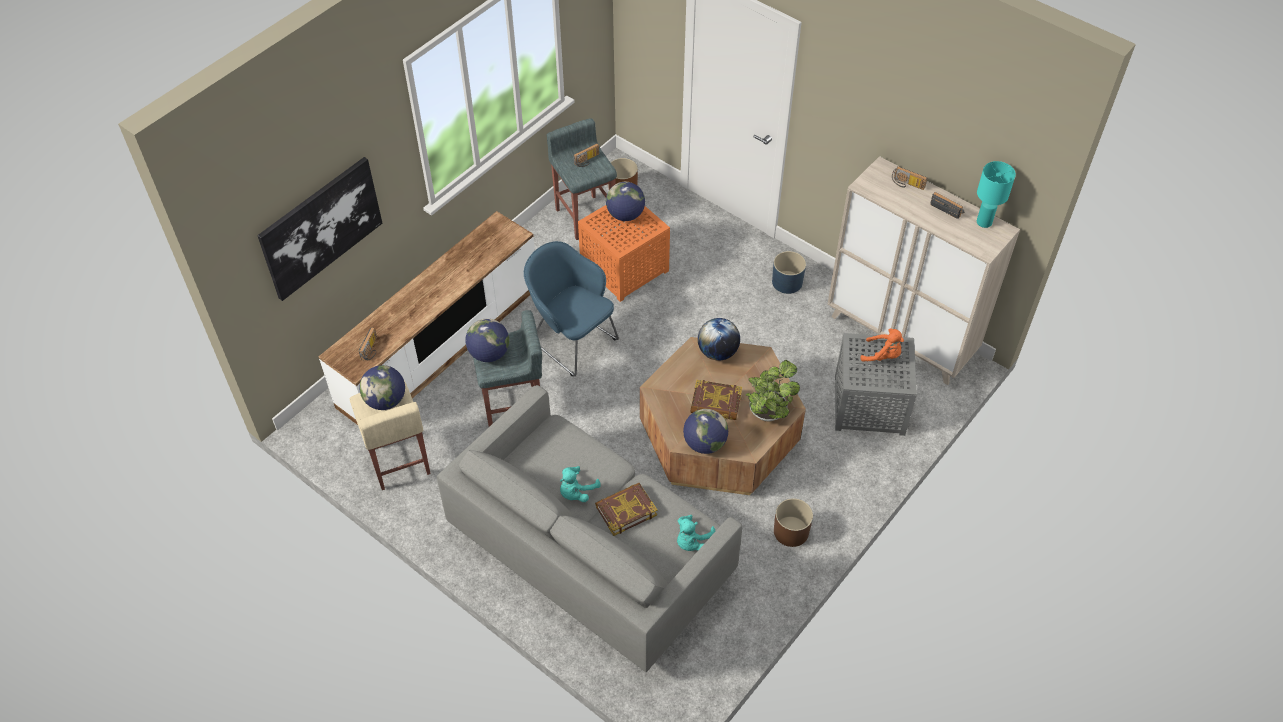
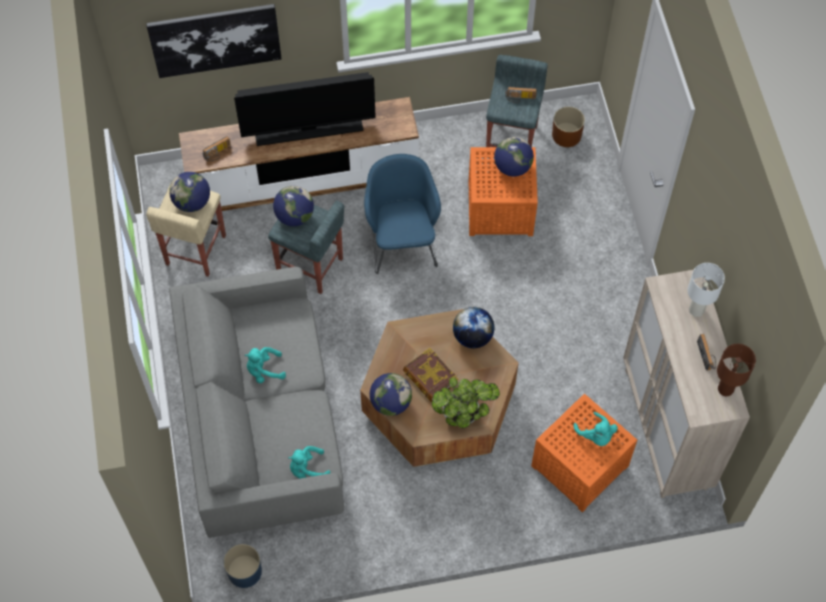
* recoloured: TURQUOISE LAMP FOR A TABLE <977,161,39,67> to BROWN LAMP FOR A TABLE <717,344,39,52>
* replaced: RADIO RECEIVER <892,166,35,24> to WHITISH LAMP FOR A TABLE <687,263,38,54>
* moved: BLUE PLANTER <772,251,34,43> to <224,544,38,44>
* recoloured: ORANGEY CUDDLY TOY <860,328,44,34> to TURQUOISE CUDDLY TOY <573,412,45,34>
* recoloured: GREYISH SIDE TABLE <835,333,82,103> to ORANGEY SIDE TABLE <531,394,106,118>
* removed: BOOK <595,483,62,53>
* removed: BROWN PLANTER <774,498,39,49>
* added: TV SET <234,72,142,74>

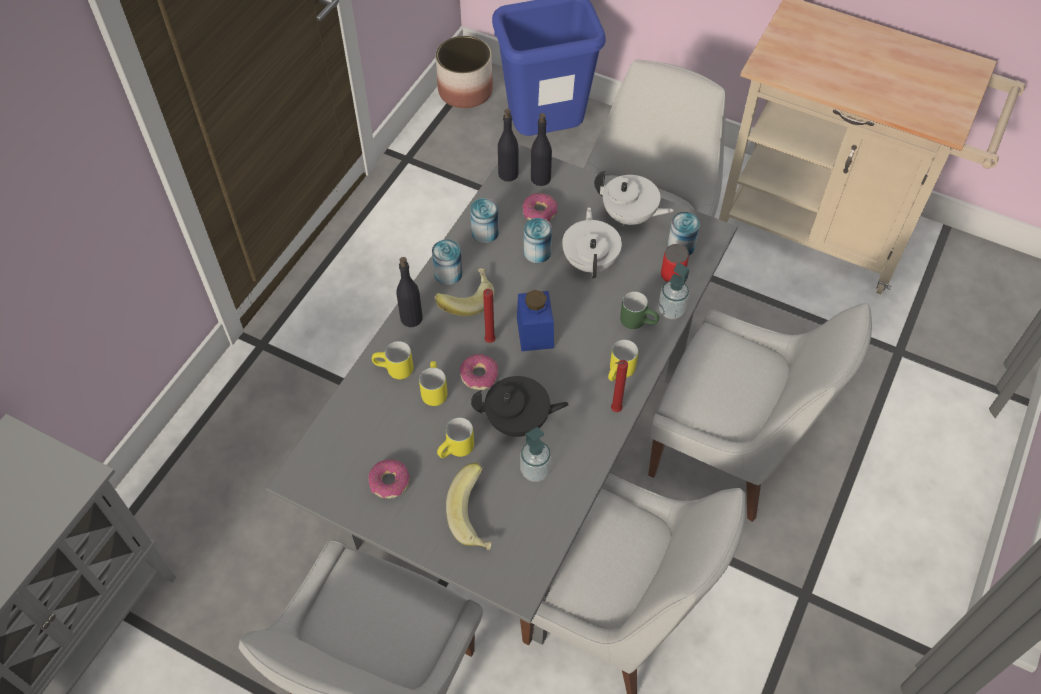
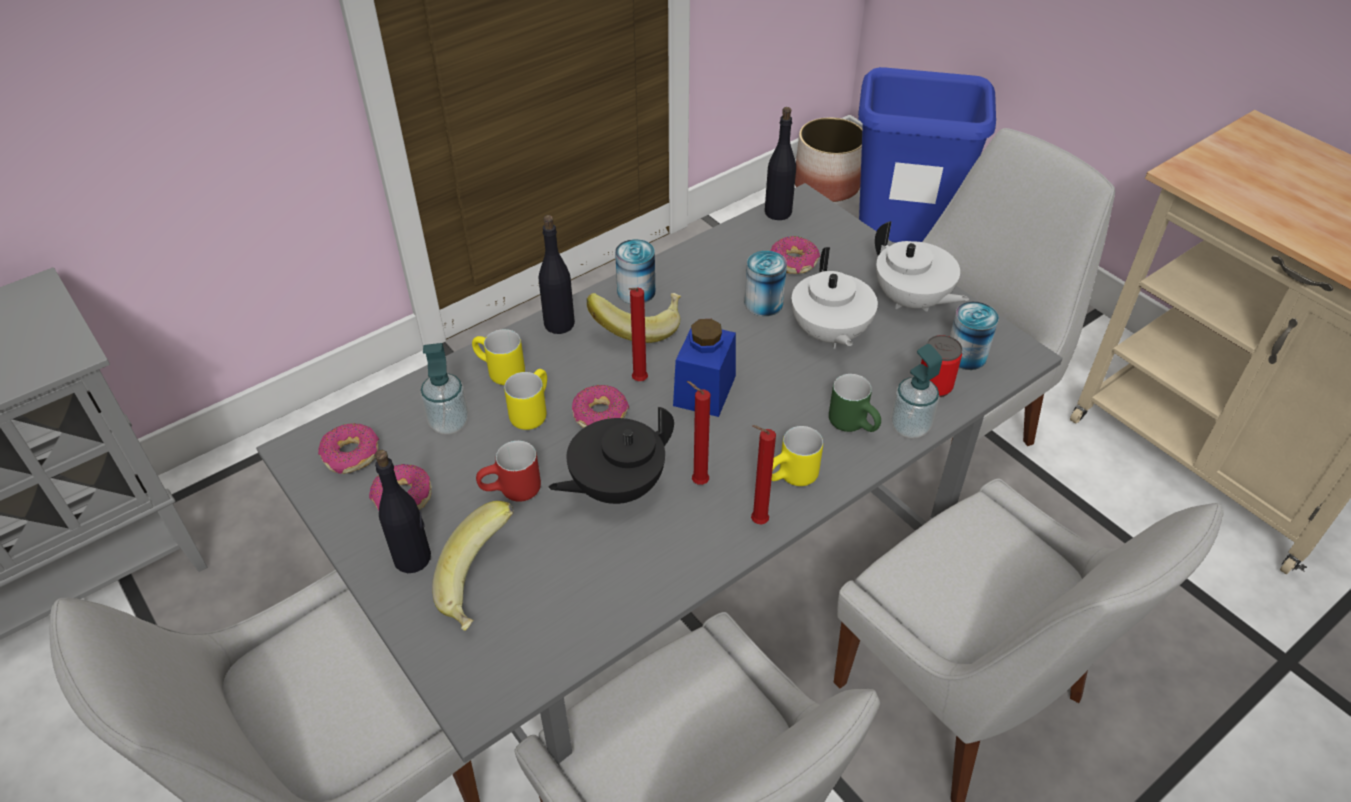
* moved: BLACK-COLOURED BEVERAGE BOTTLE <531,113,21,73> to <375,450,56,123>
* removed: SEALED CAN <470,198,29,45>
* turned: WHITISH TEAPOT <562,207,60,72> = <791,247,87,101> 150 degrees clockwise
* turned: BLACK-COLOURED TEAPOT <471,376,98,61> = <548,407,126,97> 120 degrees clockwise
* recoloured: YELLOW-COLOURED TEA MUG <437,418,37,40> to REDDISH TEA MUG <476,441,65,61>
* moved: LIQUID SOAP BOTTLE <520,427,31,55> to <420,343,49,92>
* added: REDDISH CANDLE <687,381,23,104>
* added: DOUGHNUT <318,423,61,51>

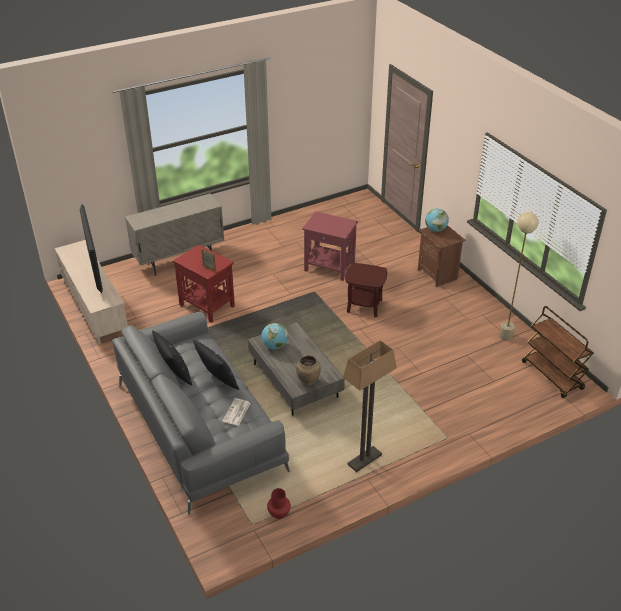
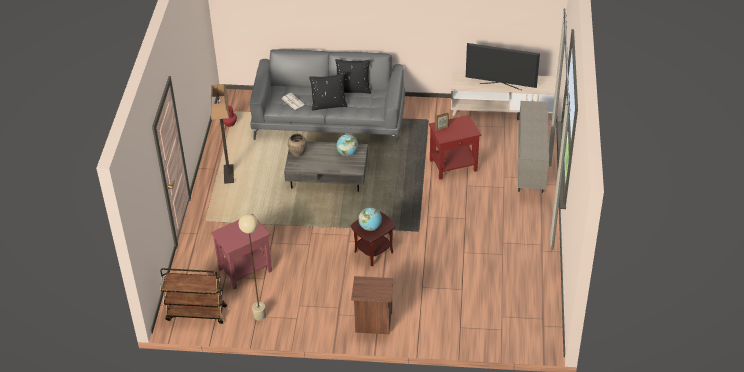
* moved: WORLD GLOBE <425,208,24,24> to <359,208,23,23>
* moved: REDDISH SIDE TABLE <302,211,56,70> to <211,214,61,75>

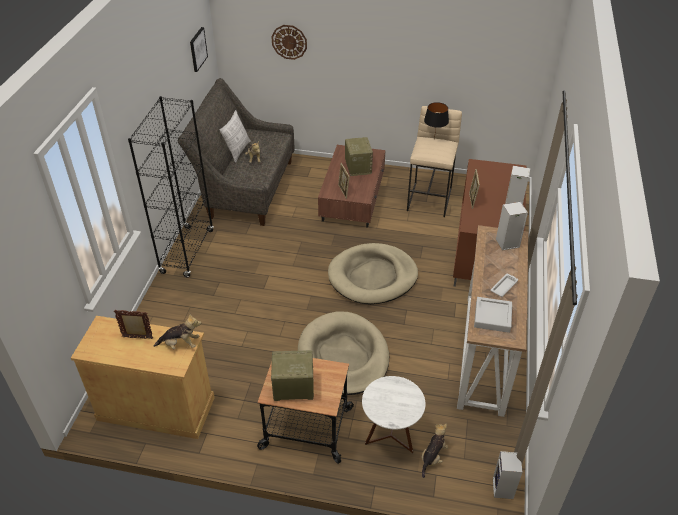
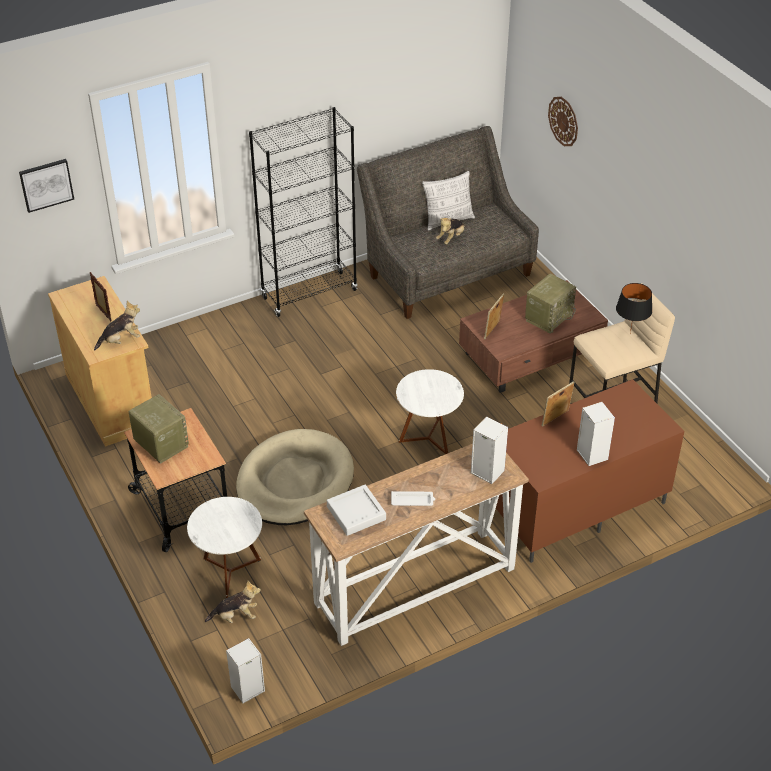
* moved: PICTURE <190,27,18,45> to <19,159,55,54>
* replaced: BEIGE PET BED <328,243,90,61> to WHITISH SIDE TABLE <396,369,68,85>
* turned: CUDDLY TOY <154,314,47,35> = <94,301,46,50> 75 degrees counterclockwise

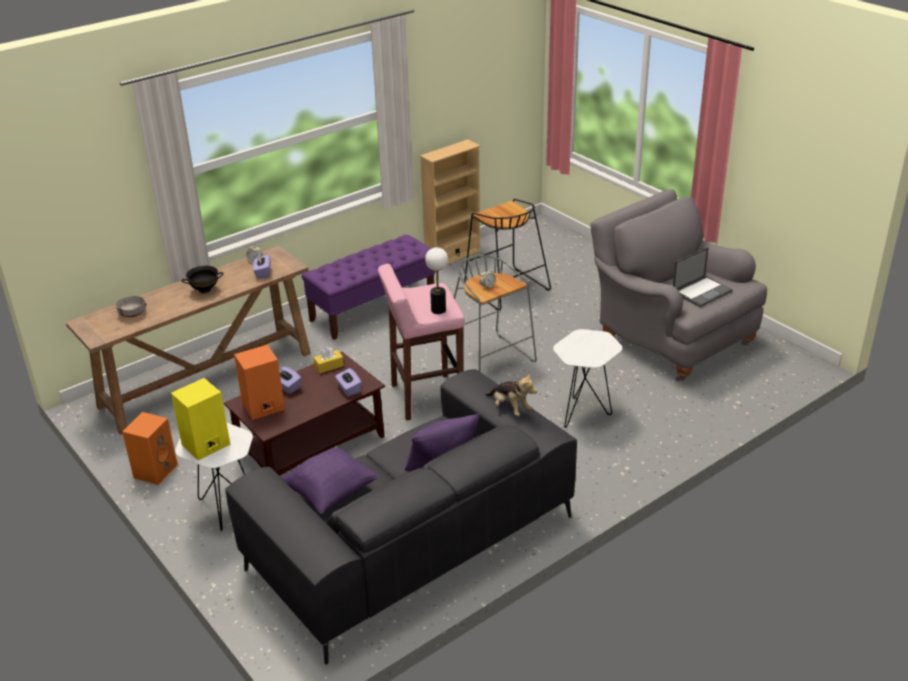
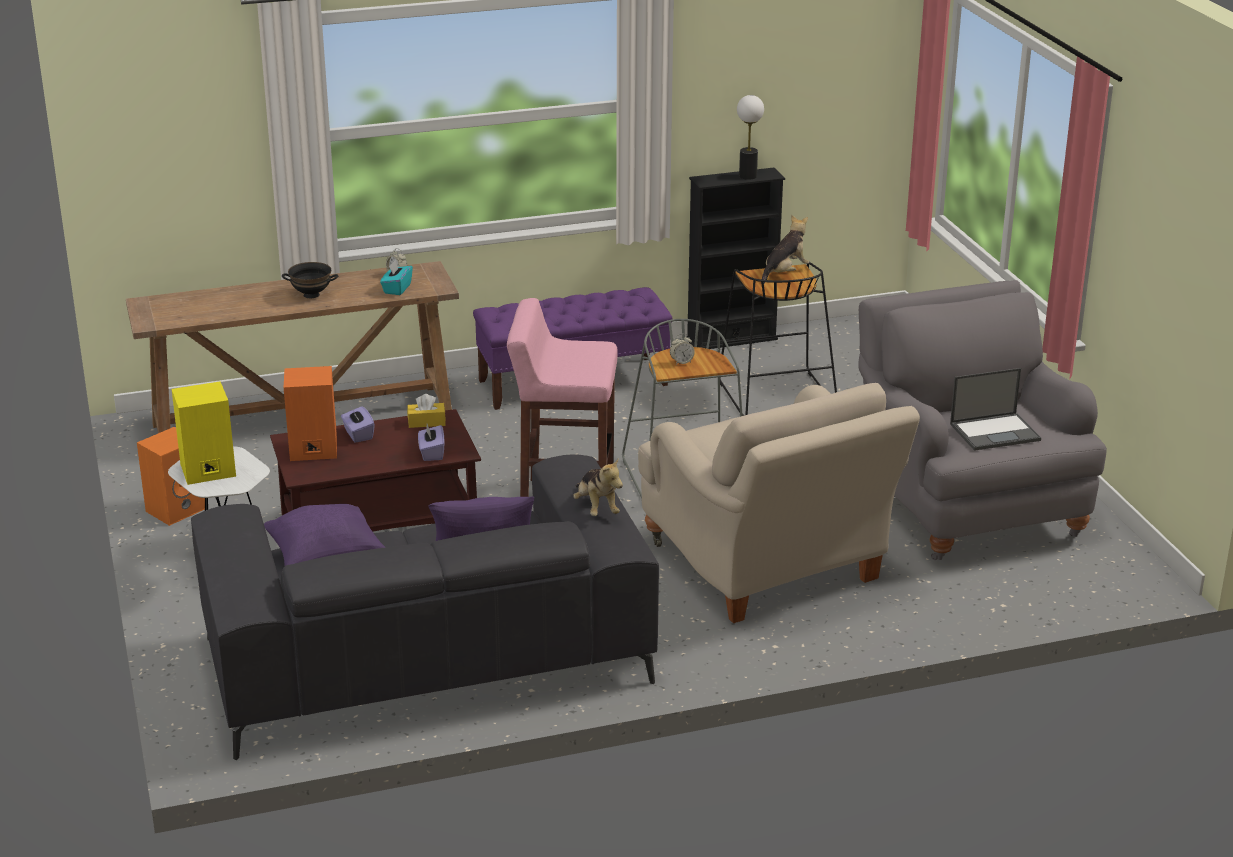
* recoloured: BEIGE BOOKCASE <420,139,62,126> to BLACK-COLOURED BOOKCASE <687,168,98,181>
* moved: LAMP FOR A TABLE <425,247,23,67> to <737,95,27,85>
* recoloured: PURPLE BOX OF TISSUES <253,254,18,24> to TURQUOISE BOX OF TISSUES <380,260,33,35>
* removed: GREYISH DEEP DISH <115,296,32,21>
* replaced: WHITISH SIDE TABLE <553,329,69,99> to BEIGE EASY CHAIR <638,383,282,240>
* added: CUDDLY TOY <762,215,48,68>

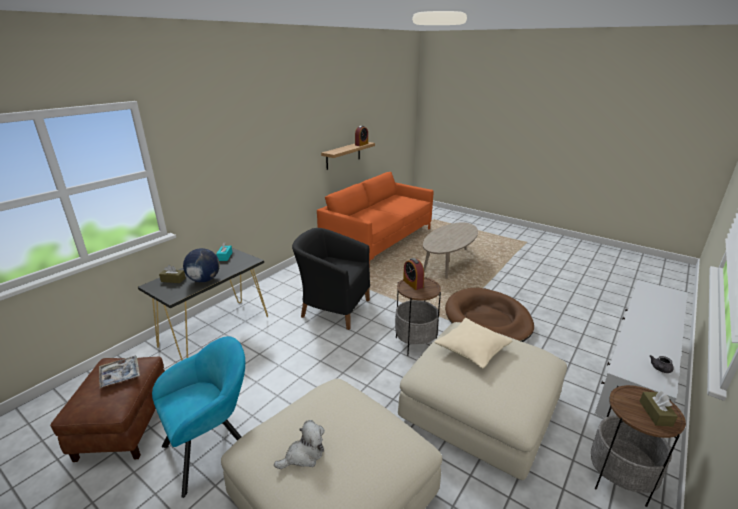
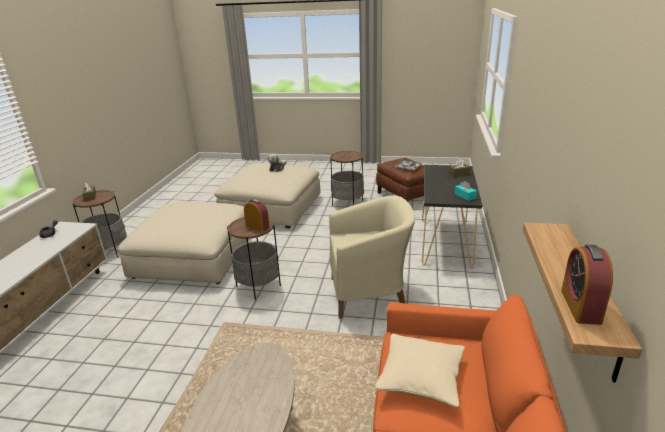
* recoloured: BLACK-COLOURED EASY CHAIR <292,228,78,102> to BEIGE EASY CHAIR <329,195,86,124>
* removed: WORLD GLOBE <183,248,37,34>
* removed: BROWN PET BED <445,288,89,54>
* moved: BEIGE THROW PILLOW <434,318,78,51> to <375,334,90,73>
* replaced: TURQUOISE EASY CHAIR <152,336,93,162> to SIDE TABLE <330,151,34,56>

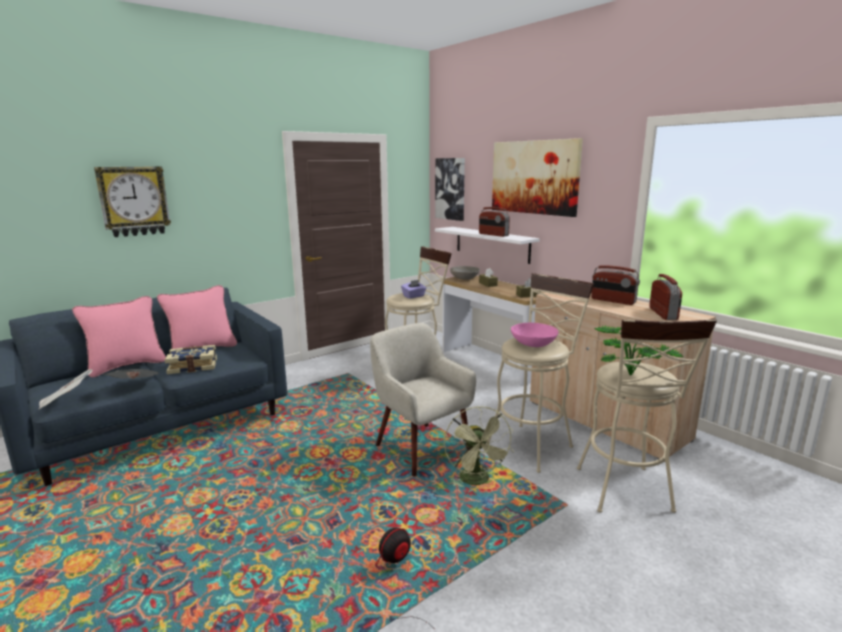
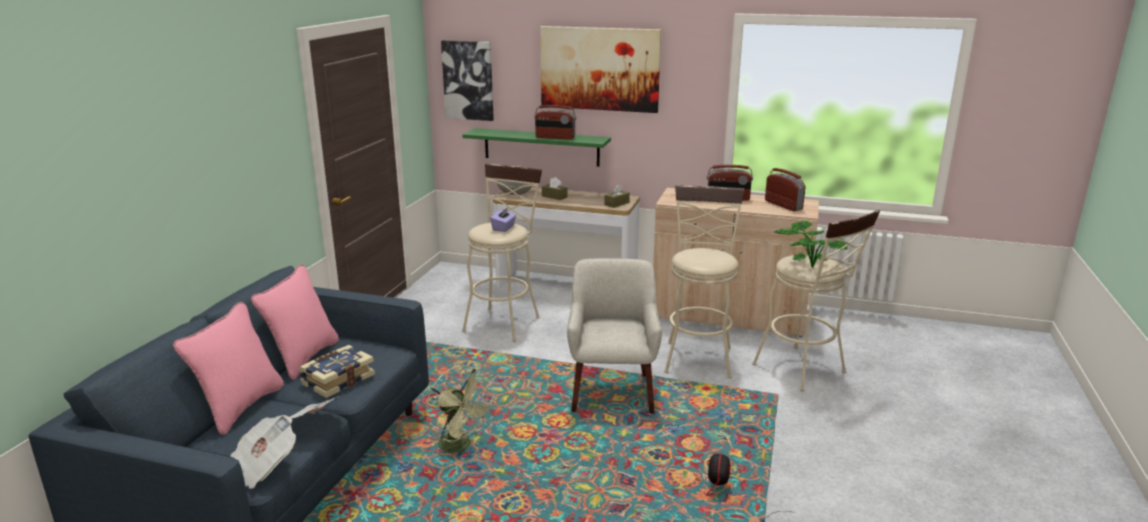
* removed: WALL CLOCK <94,166,77,71>
* recoloured: WHITISH WALL SHELF <435,227,105,37> to GREENISH WALL SHELF <462,128,149,39>
* turned: BEIGE EASY CHAIR <370,323,106,153> = <567,258,95,155> 75 degrees clockwise
* removed: PINK-COLOURED DEEP DISH <511,323,47,24>
* moved: GREENISH ELECTRIC FAN <444,406,70,79> to <426,366,70,87>

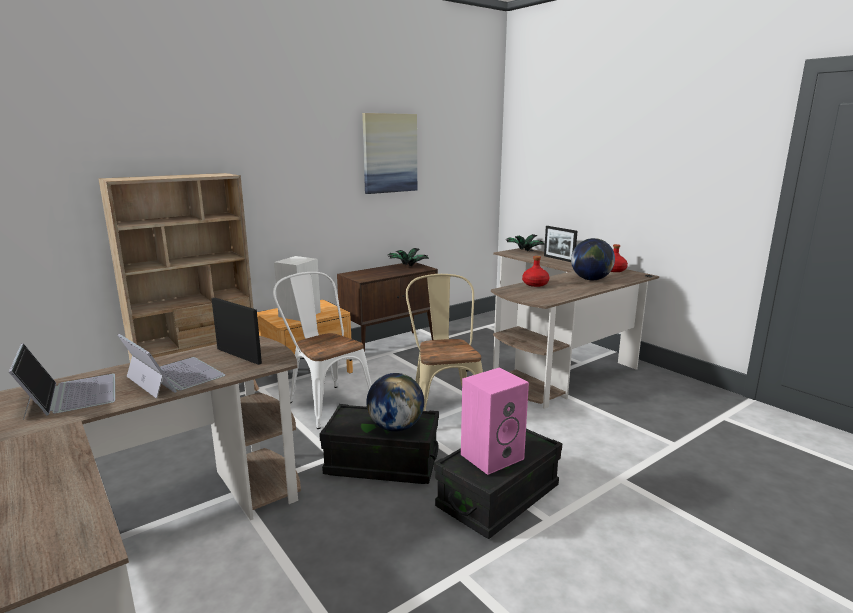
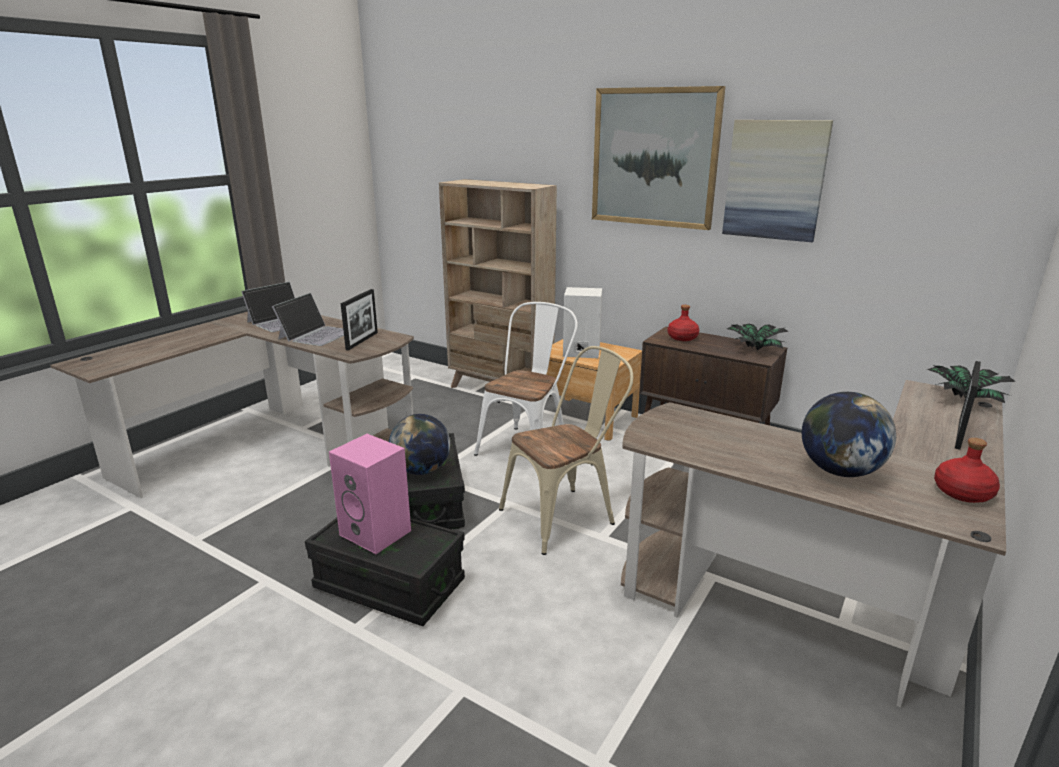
* moved: REDDISH BEVERAGE BOTTLE <522,256,27,31> to <667,305,32,36>
* added: PICTURE <592,86,133,144>

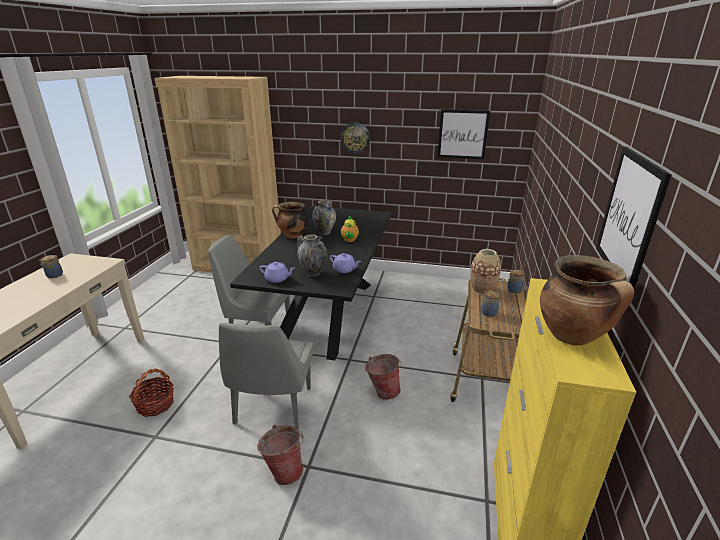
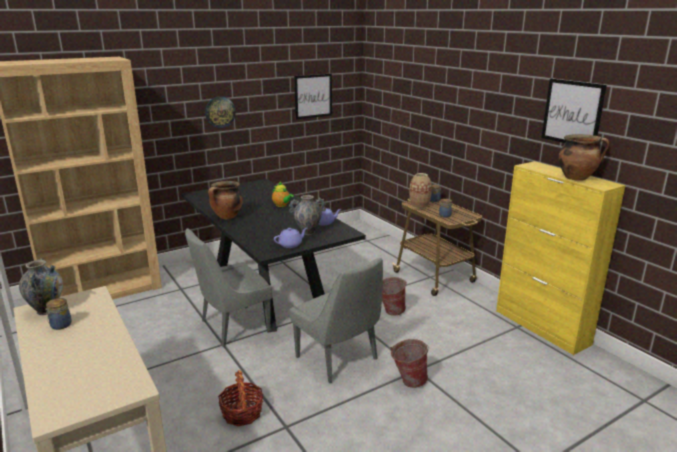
* moved: DECORATIVE VASE <312,200,24,35> to <19,258,44,57>

